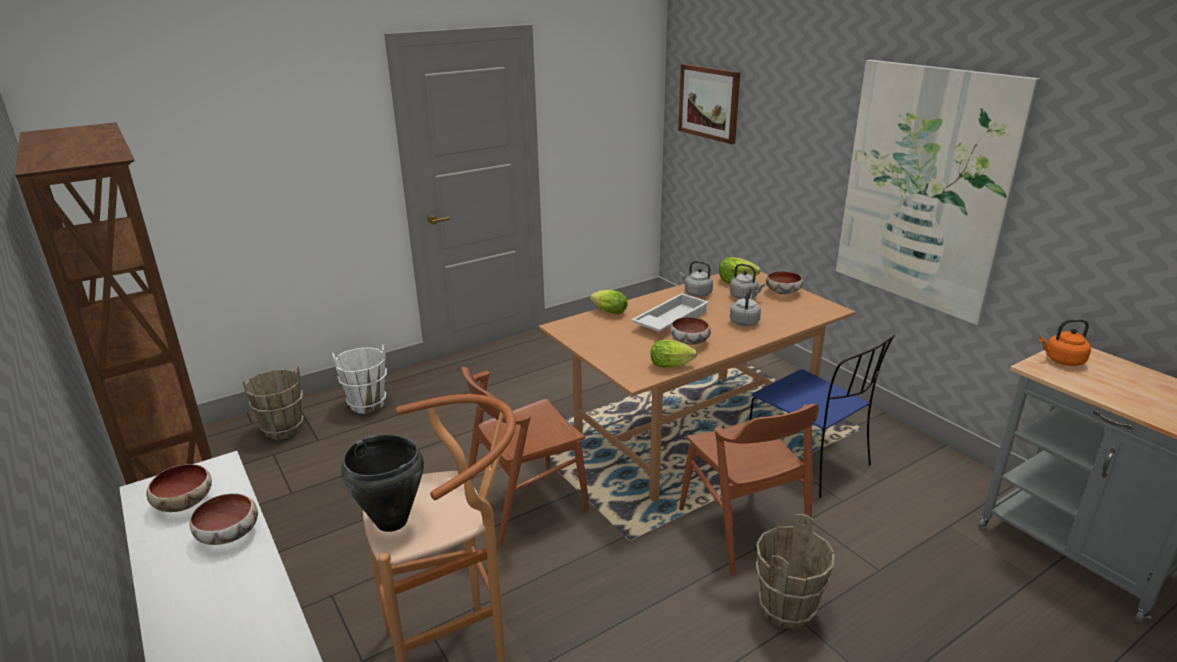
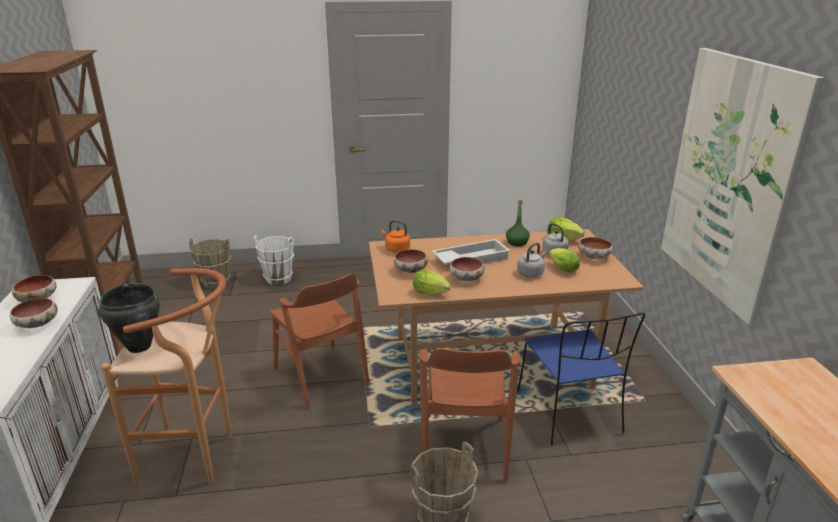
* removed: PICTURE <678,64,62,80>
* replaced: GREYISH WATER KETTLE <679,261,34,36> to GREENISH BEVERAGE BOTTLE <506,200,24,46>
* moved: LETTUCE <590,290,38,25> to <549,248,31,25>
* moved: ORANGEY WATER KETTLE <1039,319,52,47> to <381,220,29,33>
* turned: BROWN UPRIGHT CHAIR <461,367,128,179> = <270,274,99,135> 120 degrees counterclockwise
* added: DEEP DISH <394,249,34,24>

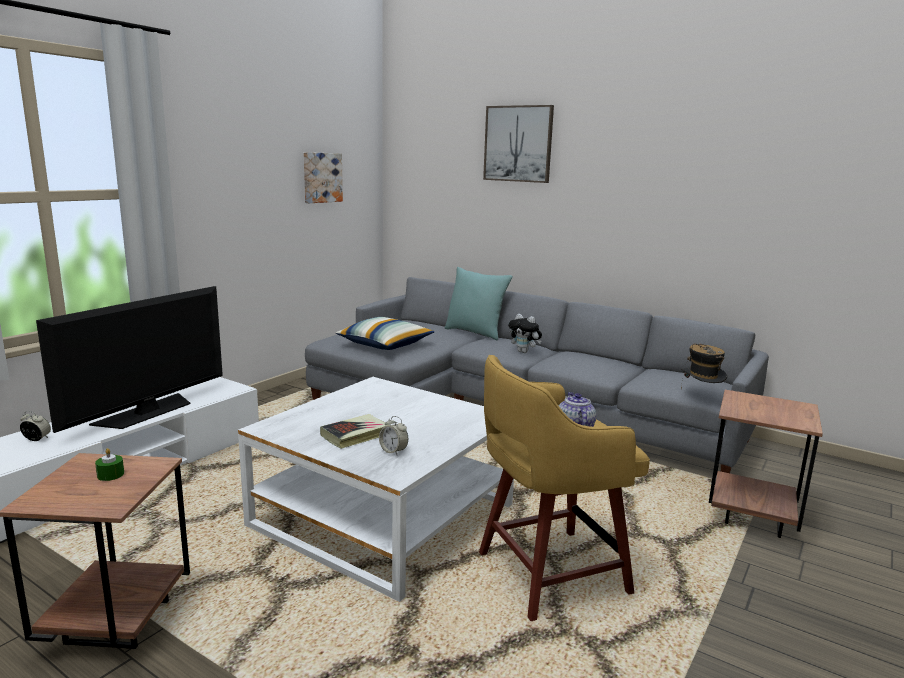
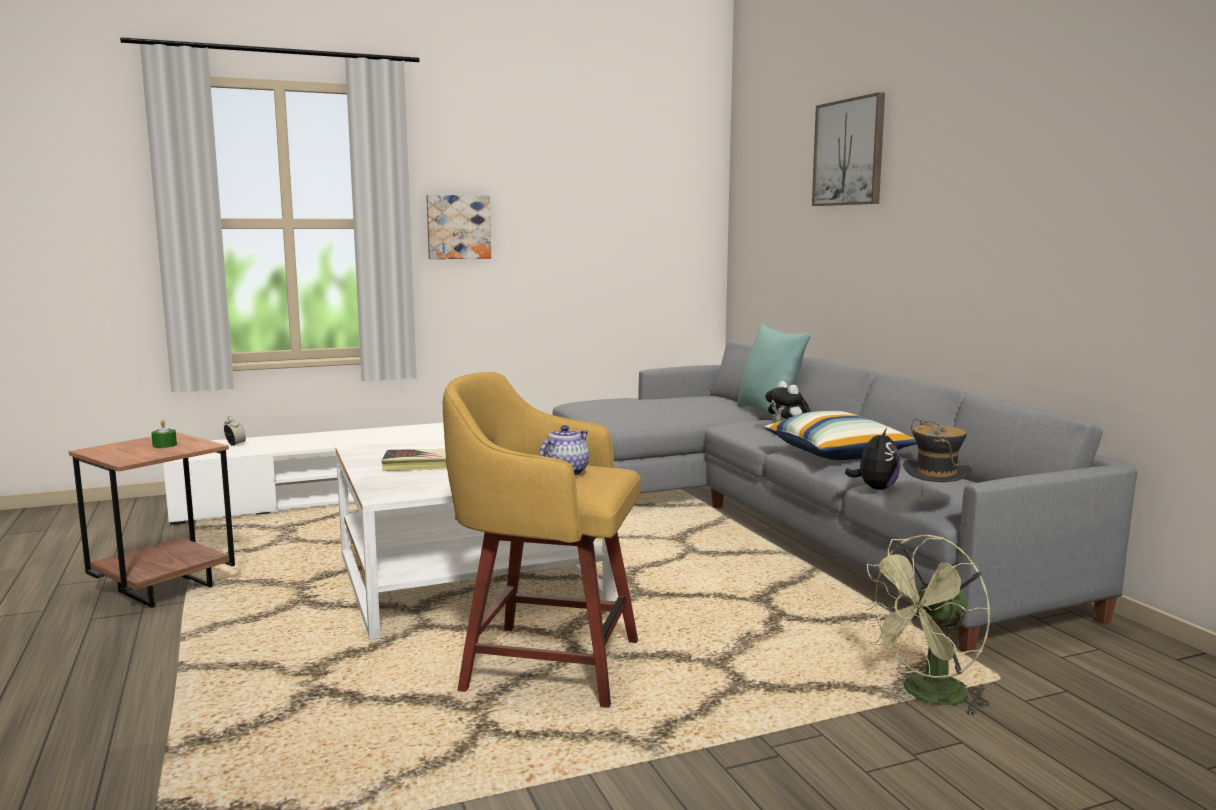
* moved: PICTURE <304,152,39,51> to <426,195,65,64>
* removed: TV SET <36,286,187,147>
* moved: THROW PILLOW <336,317,98,33> to <764,411,153,49>
* replaced: BROWN SIDE TABLE <709,390,114,148> to GREENISH ELECTRIC FAN <859,535,131,181>
* removed: BEDSIDE CLOCK <379,416,29,39>
* added: CUDDLY TOY <845,428,55,62>

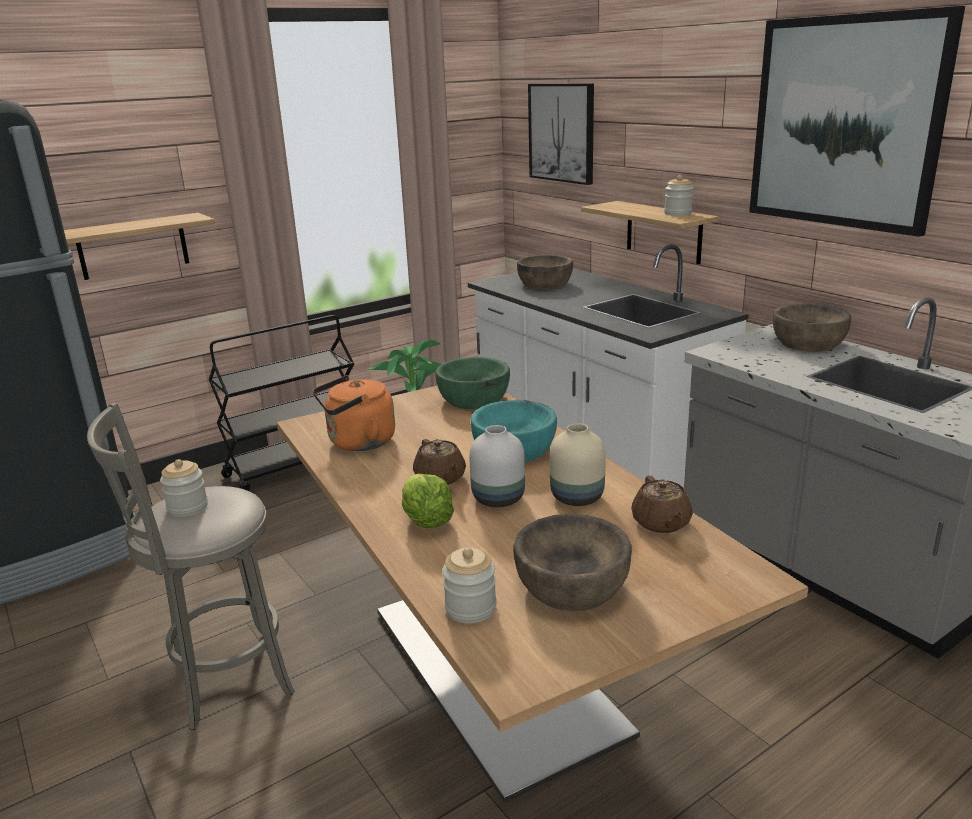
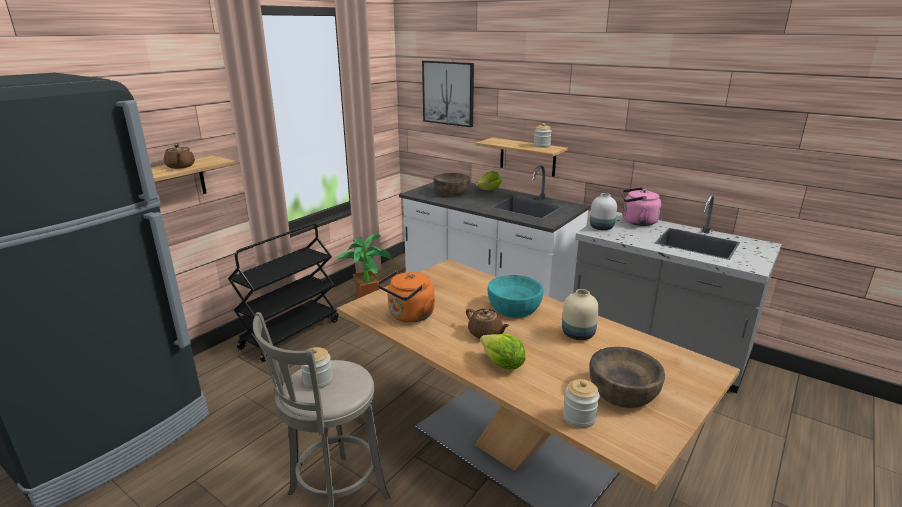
* removed: PICTURE <749,6,216,231>
* replaced: BROWN DEEP DISH <773,304,78,48> to PINK-COLOURED WATER KETTLE <622,187,39,39>
* removed: GREENISH DEEP DISH <435,357,75,52>
* moved: WHITISH DECORATIVE VASE <469,425,56,82> to <590,193,27,37>
* moved: BROWN TEAPOT <631,475,62,58> to <164,144,31,25>
* added: LETTUCE <476,171,26,19>

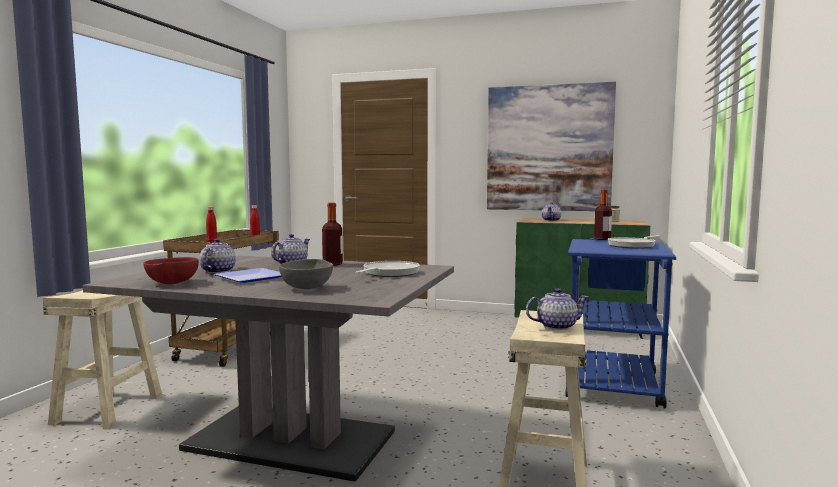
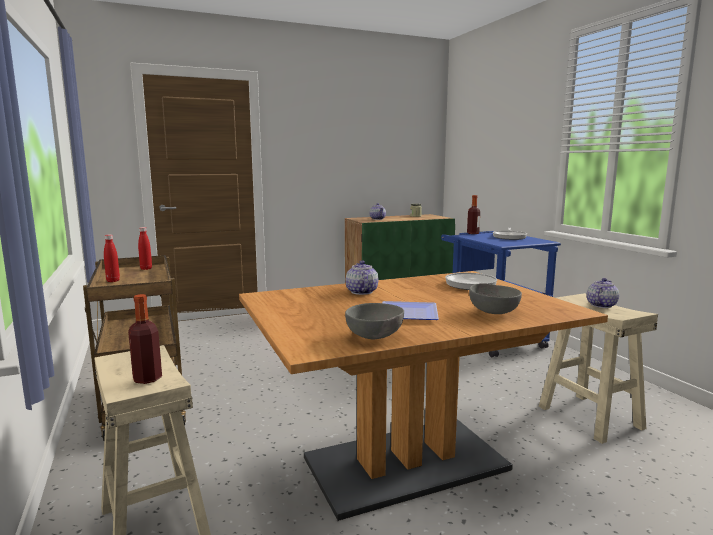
* removed: PICTURE <487,82,129,129>
* moved: BEVERAGE BOTTLE <322,203,21,63> to <128,294,34,90>
* removed: TEAPOT <200,238,36,35>
* recoloured: GREYISH DINNER TABLE <83,255,371,227> to BROWN DINNER TABLE <239,271,369,250>
* recoloured: REDDISH DEEP DISH <143,257,56,27> to GREYISH DEEP DISH <345,303,59,36>

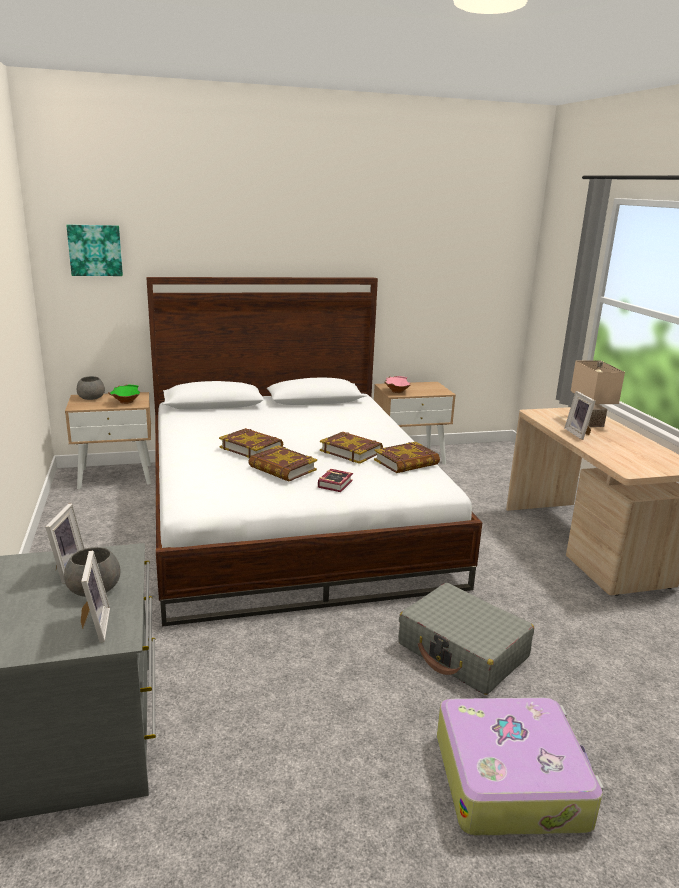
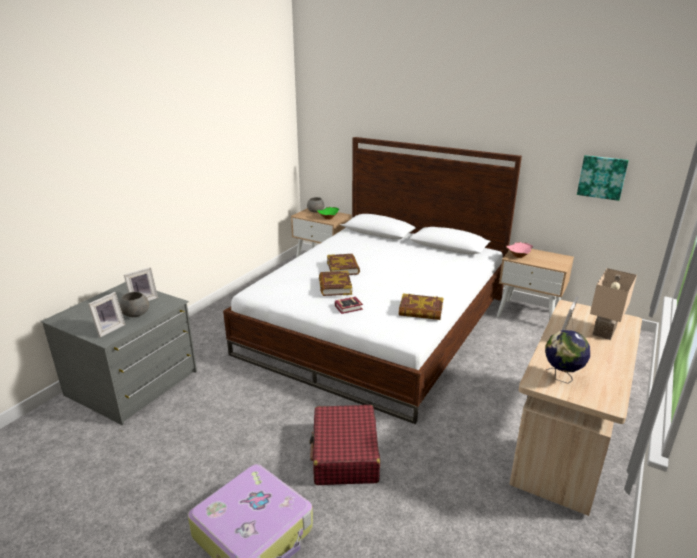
* moved: PICTURE <66,224,57,52> to <577,155,52,46>
* removed: BOOK <320,432,63,32>
* recoloured: GREYISH PIECE OF LUGGAGE <398,583,136,112> to REDDISH PIECE OF LUGGAGE <309,405,71,80>
* added: WORLD GLOBE <545,330,45,54>

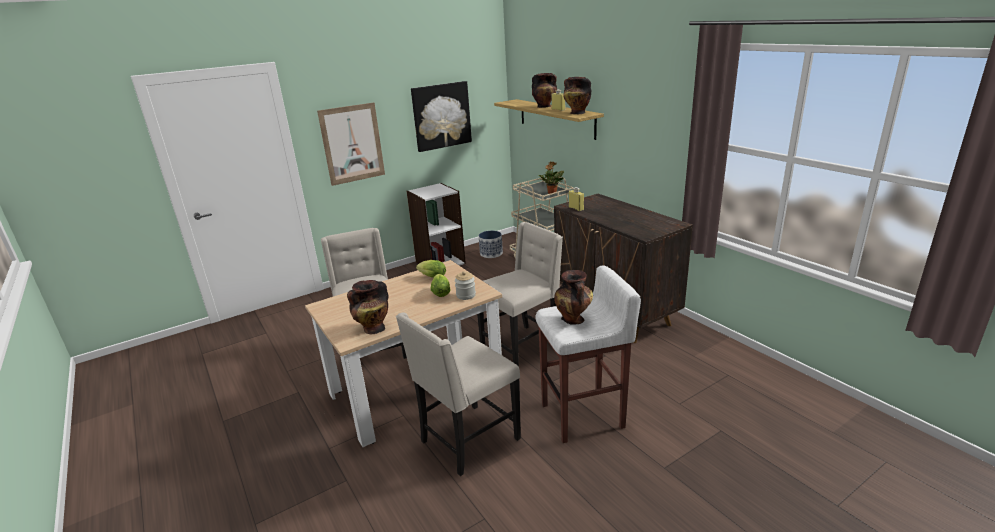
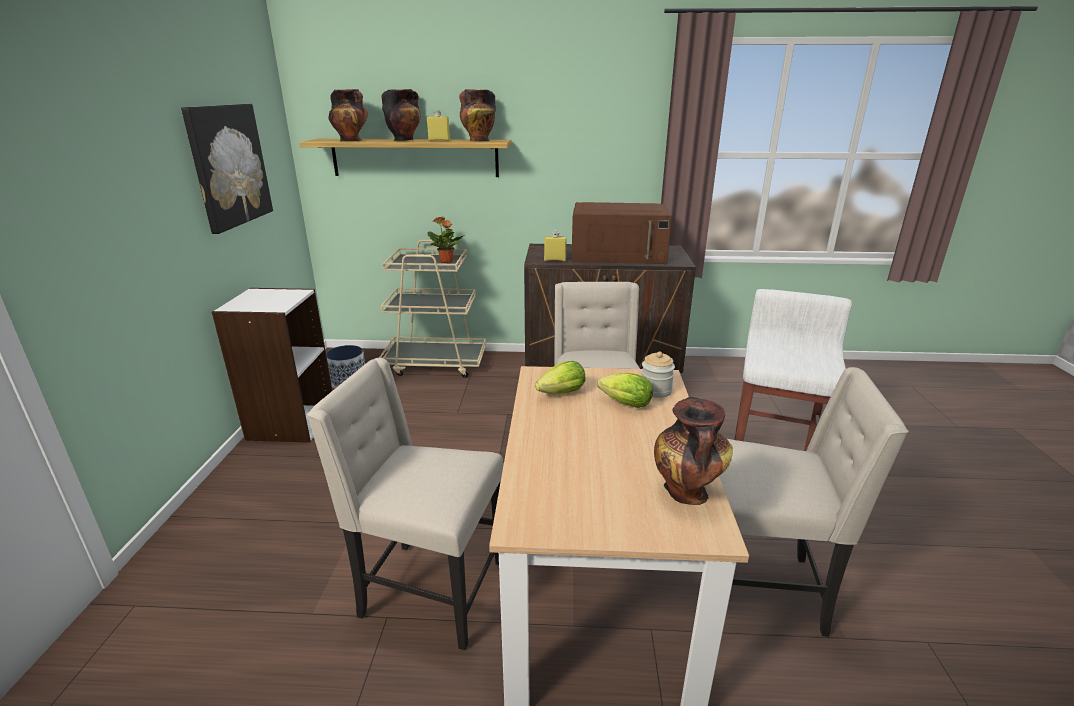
* removed: PICTURE <317,102,68,84>
* moved: DECORATIVE VASE <554,270,39,55> to <329,89,39,52>
* turned: BEIGE UPRIGHT CHAIR <396,312,125,164> = <719,367,190,270> 75 degrees counterclockwise
* added: BROWN MICROWAVE <572,202,100,62>

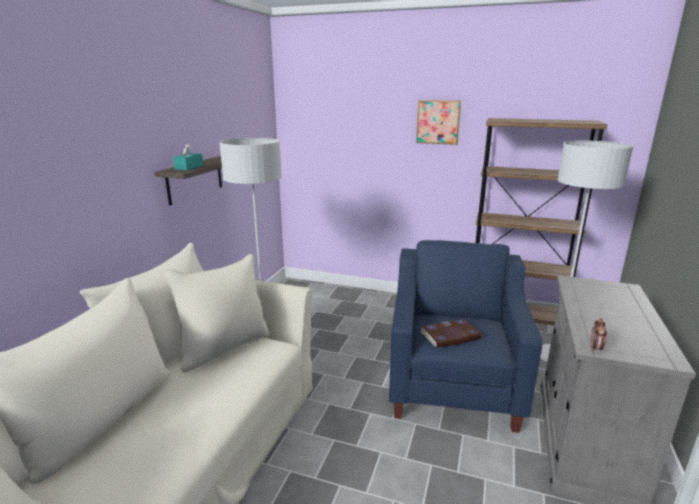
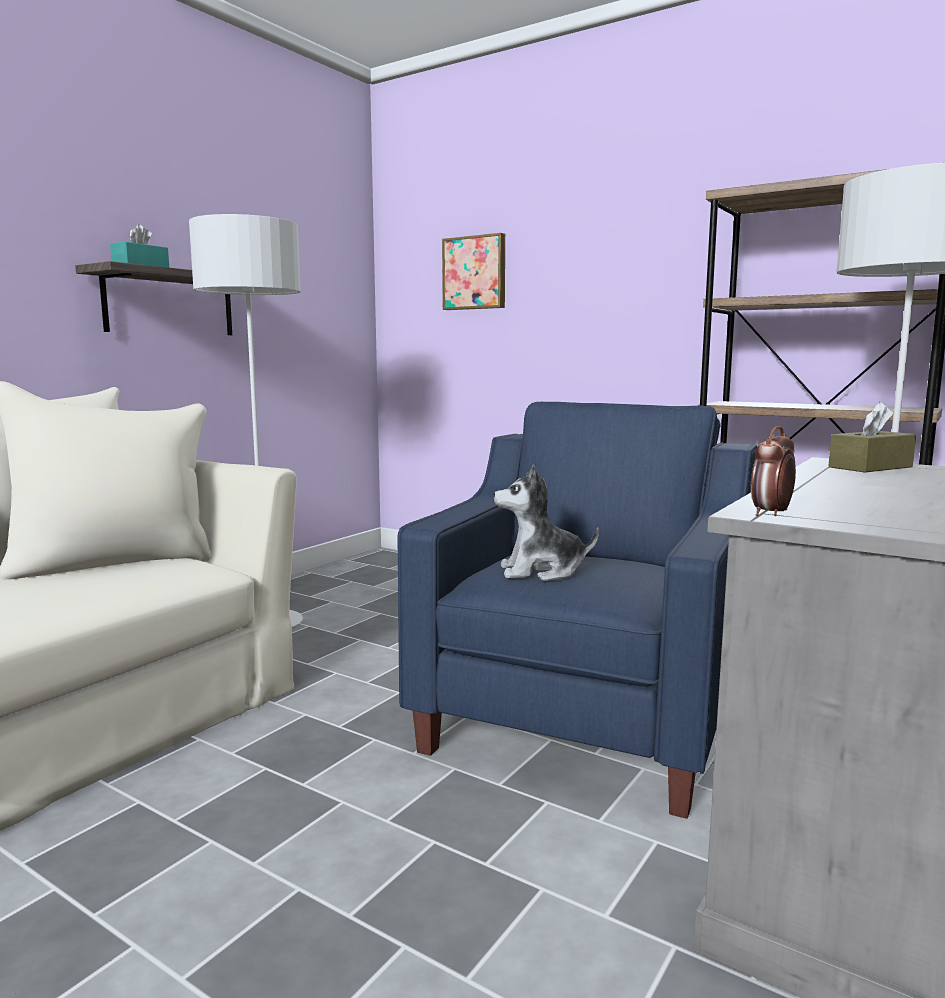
* moved: PICTURE <416,100,45,45> to <442,233,63,77>
* replaced: BOOK <420,319,62,29> to CUDDLY TOY <494,464,105,117>
* added: BROWN BOX OF TISSUES <828,402,88,71>

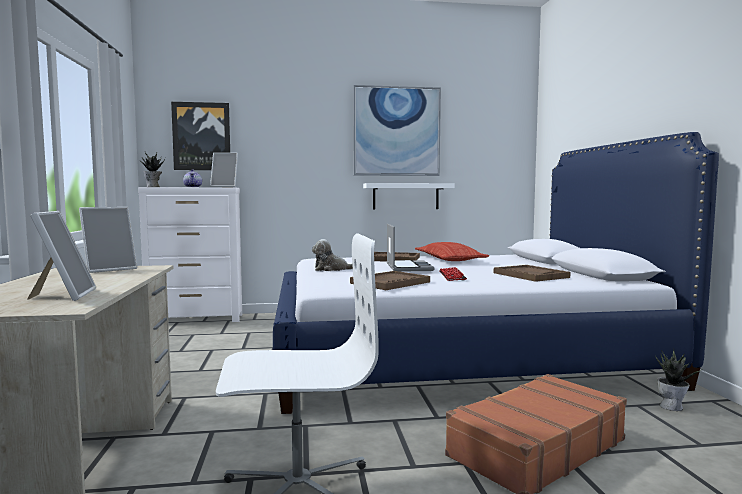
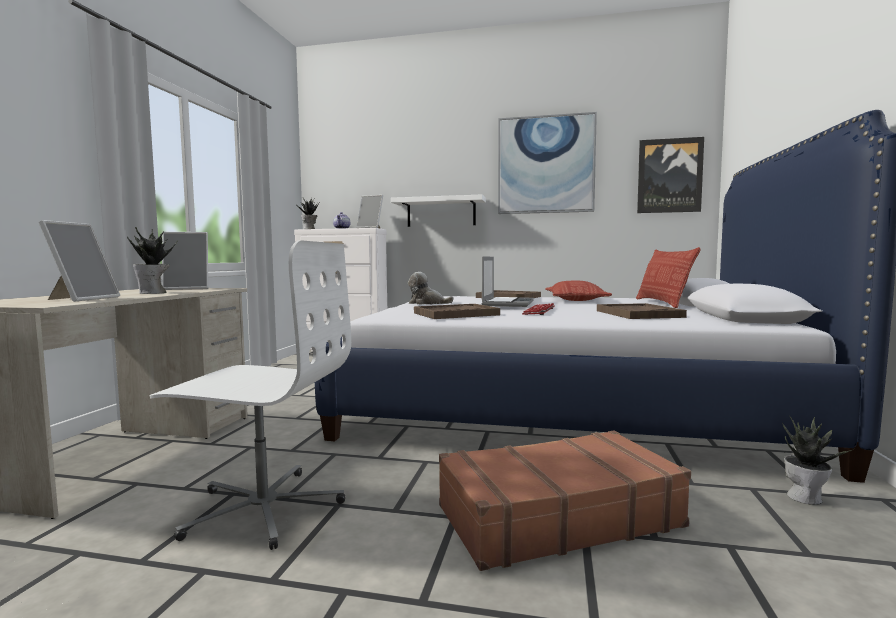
* moved: PICTURE <171,102,59,68> to <637,137,67,76>
* moved: WHITISH WALL SHELF <363,183,91,27> to <391,195,95,32>
* added: PLANT IN A POT <127,227,51,67>
* added: THROW PILLOW <636,247,65,61>

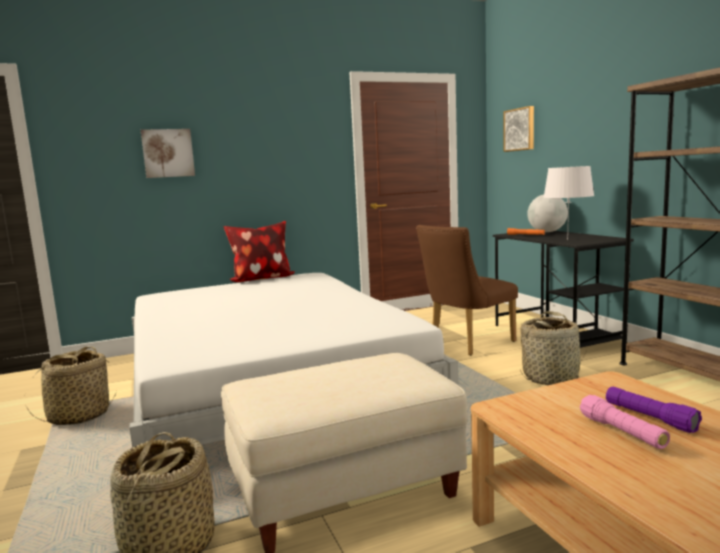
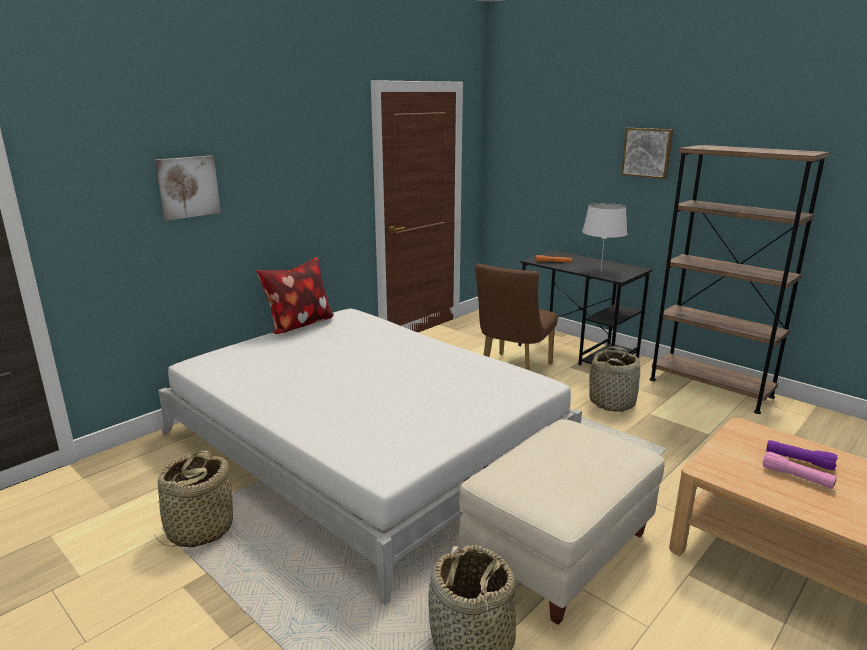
* moved: PICTURE <503,106,31,46> to <621,128,52,51>
* removed: WORLD GLOBE <528,194,40,38>

